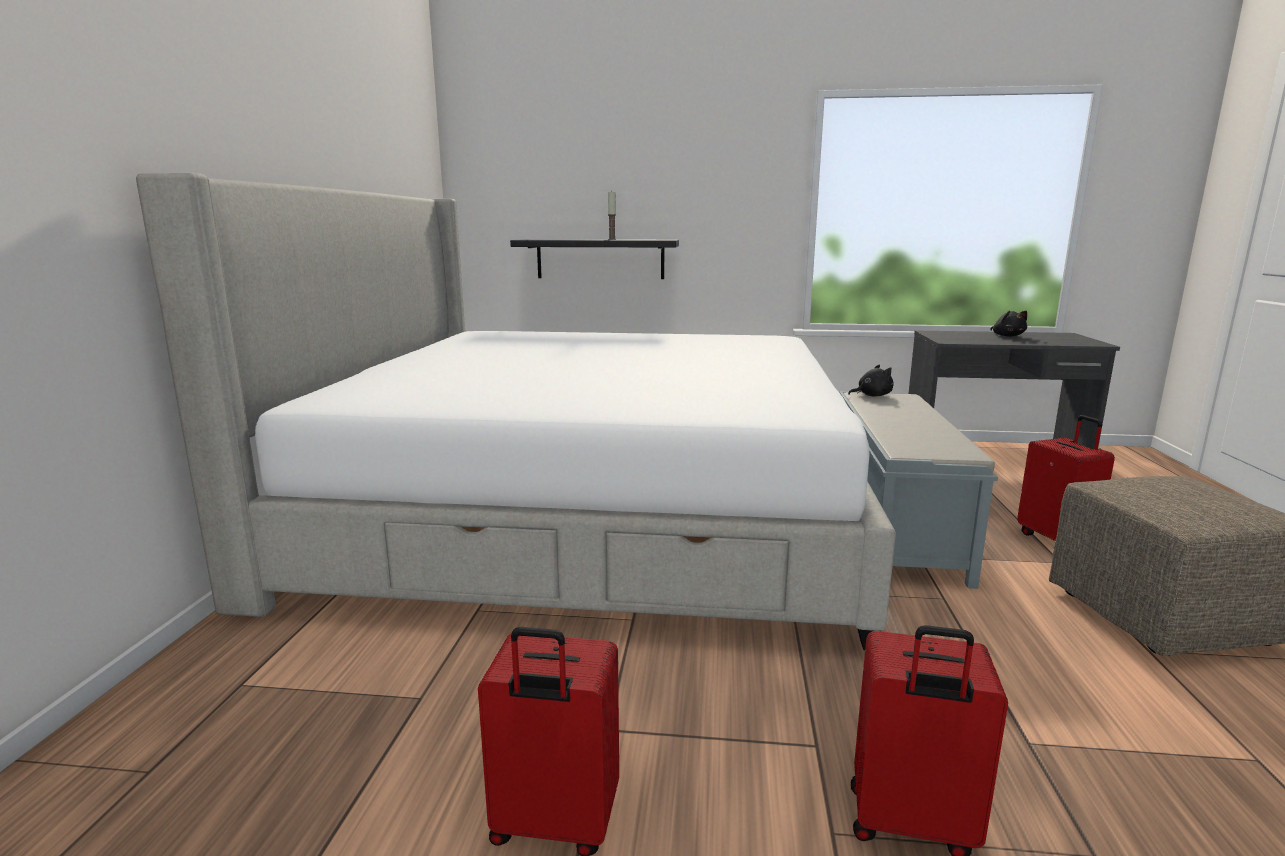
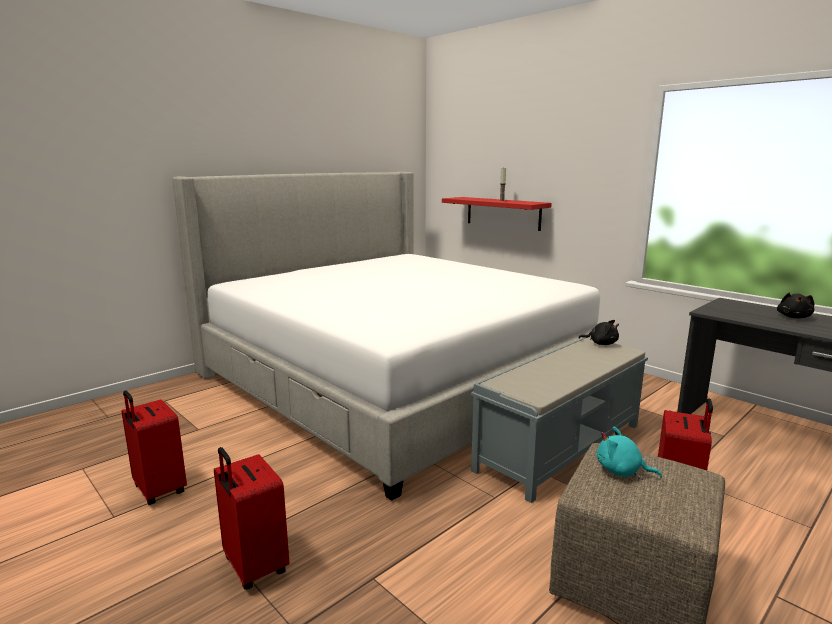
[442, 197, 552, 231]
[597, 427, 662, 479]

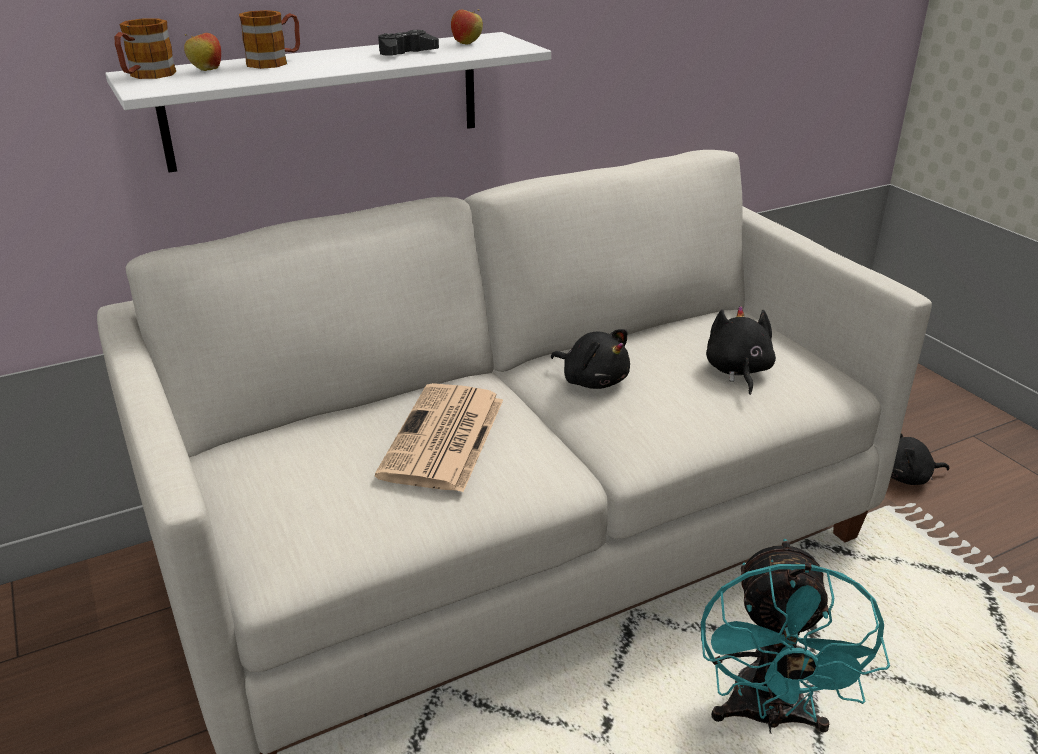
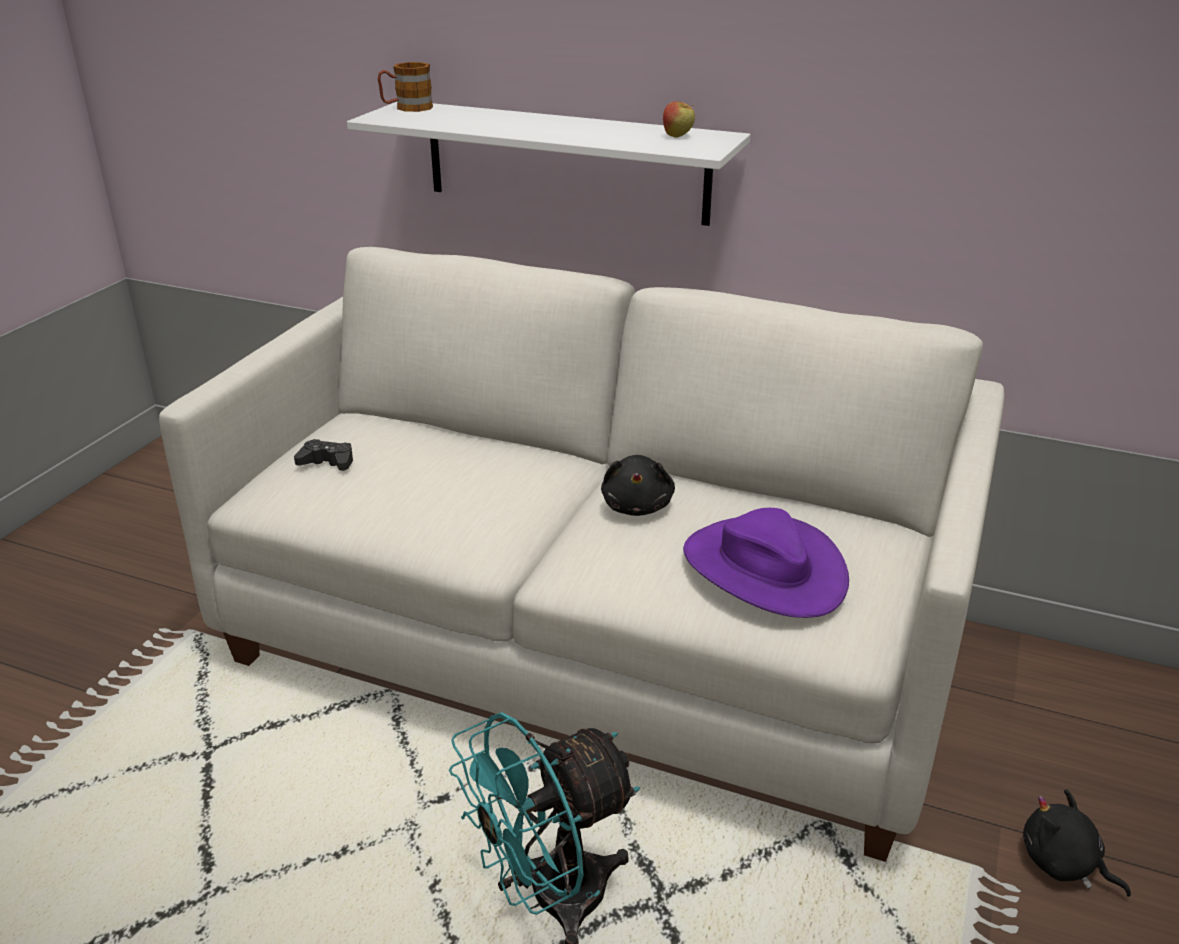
[184, 33, 221, 71] (first image)
[239, 10, 300, 69] (first image)
[375, 383, 503, 492] (first image)
[294, 439, 353, 471]
[683, 508, 849, 618]

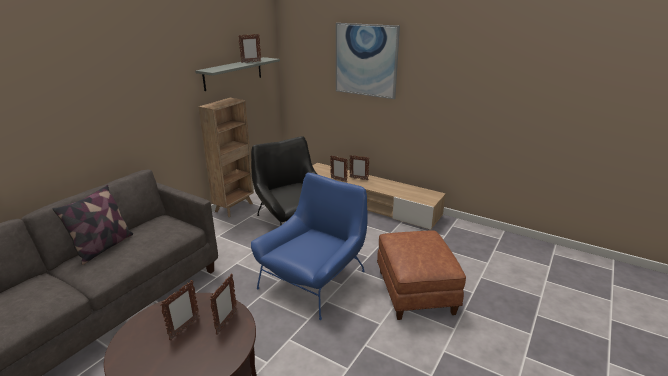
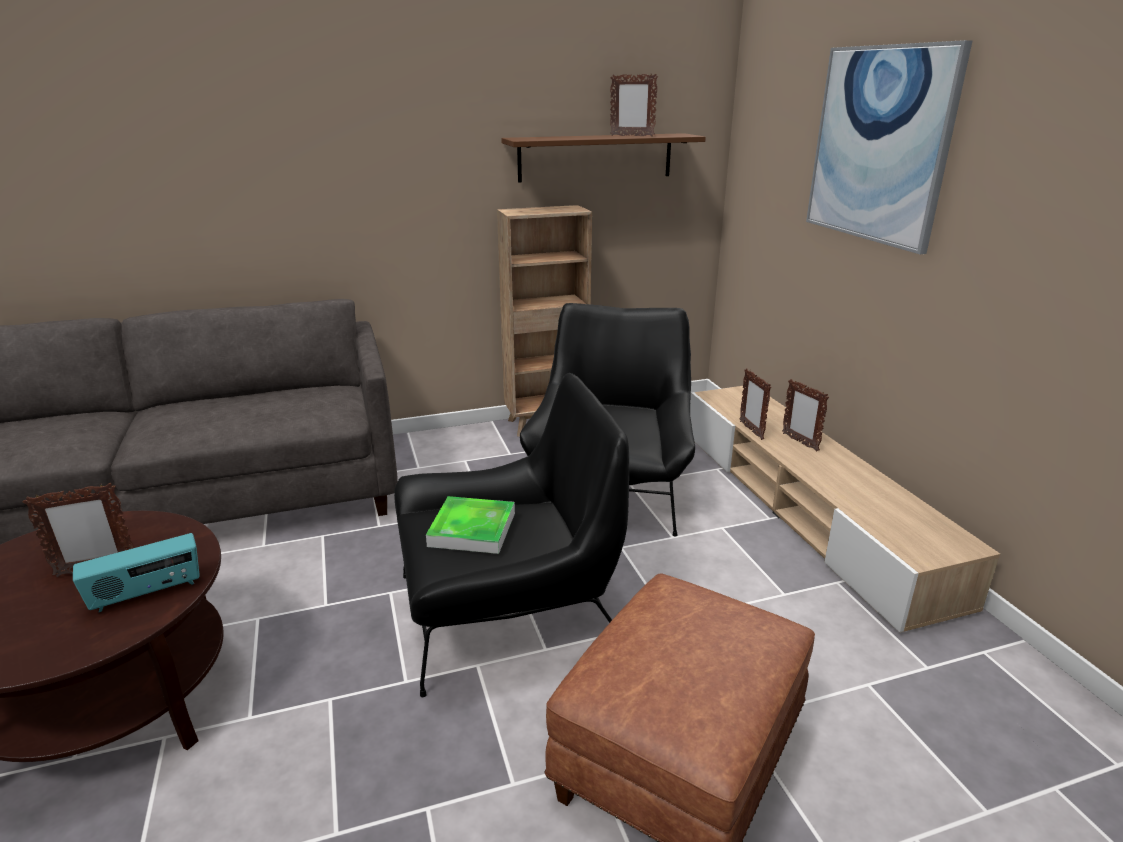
[53, 185, 133, 265] (first image)
[501, 133, 706, 183]
[73, 533, 200, 612]
[394, 373, 629, 697]
[426, 496, 515, 554]

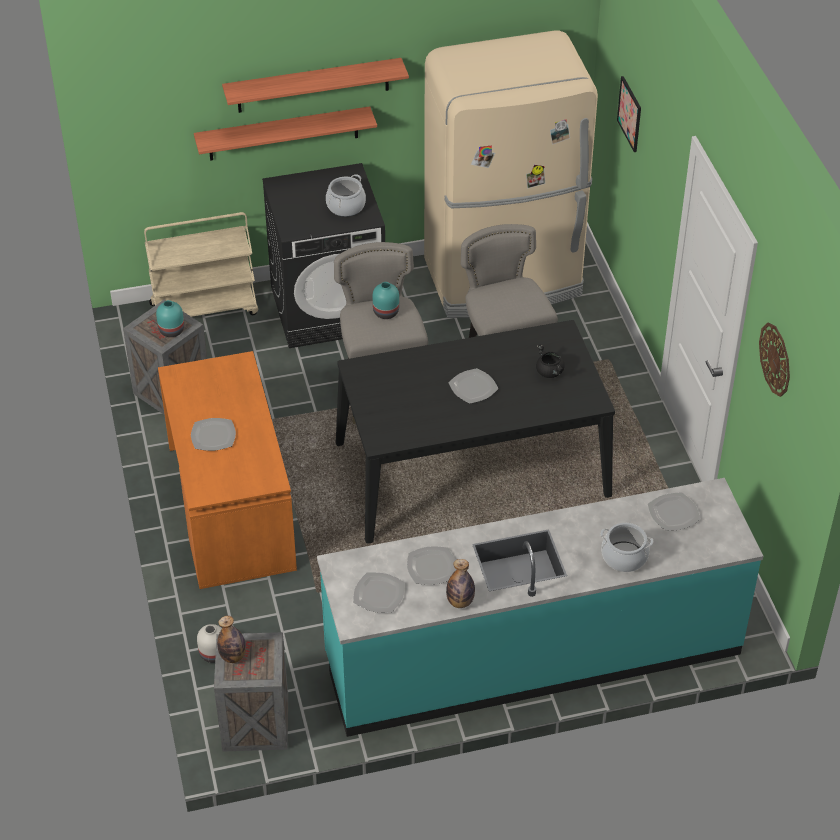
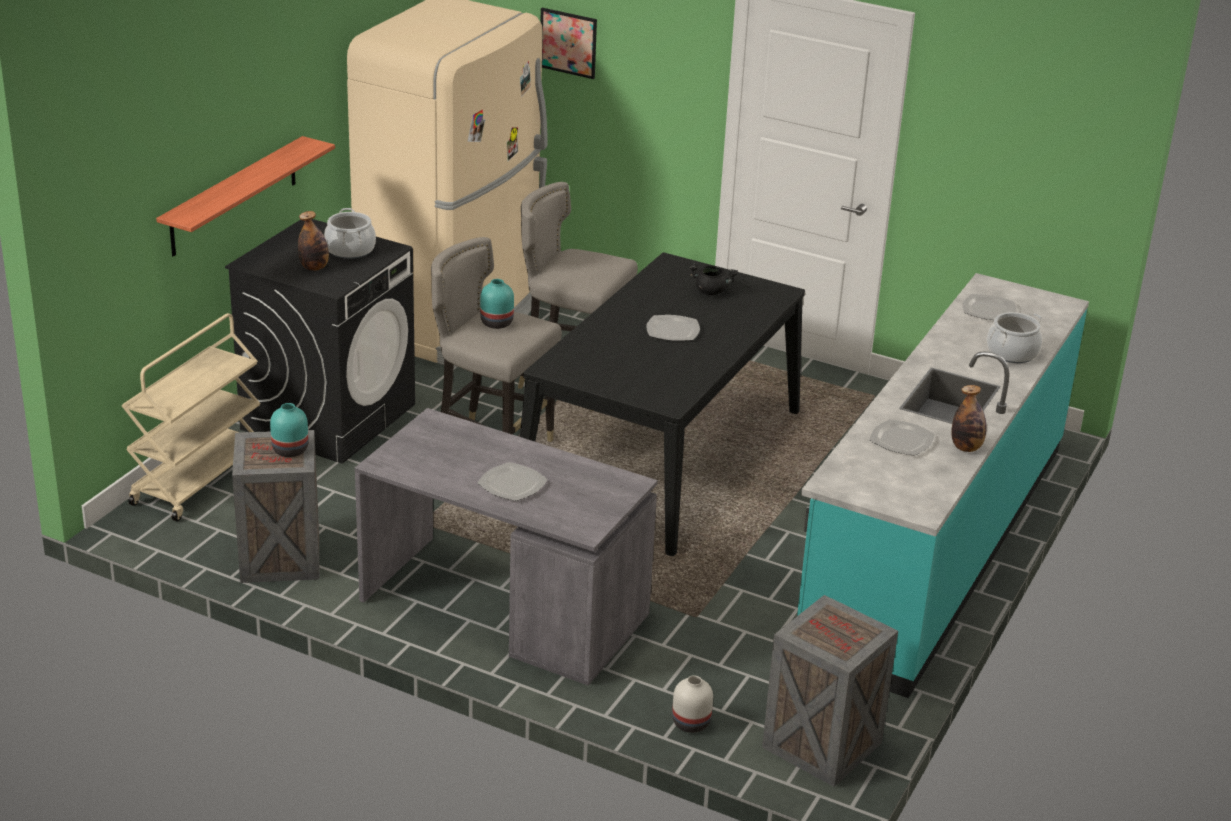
[355, 408, 658, 686]
[298, 211, 329, 271]
[222, 58, 409, 113] (first image)
[353, 573, 405, 613] (first image)
[759, 322, 790, 397] (first image)

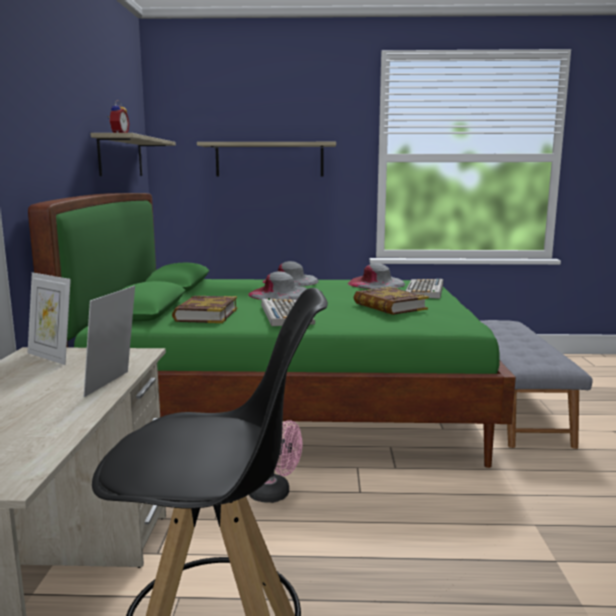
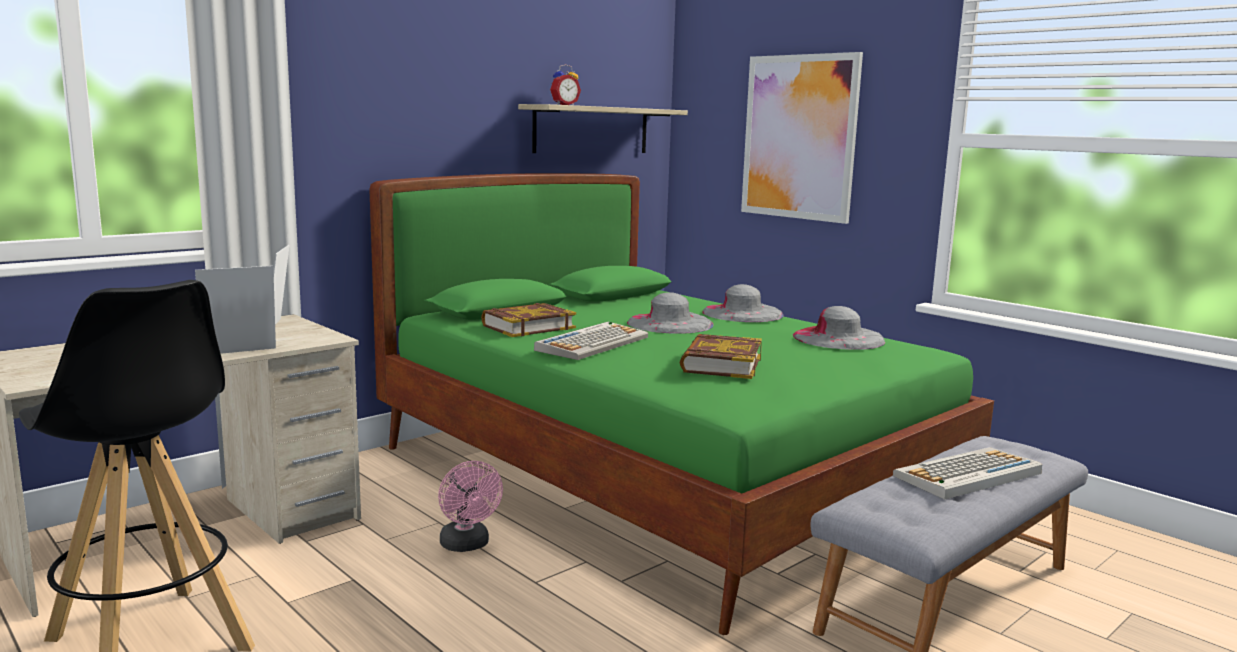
[741, 52, 863, 224]
[893, 447, 1042, 499]

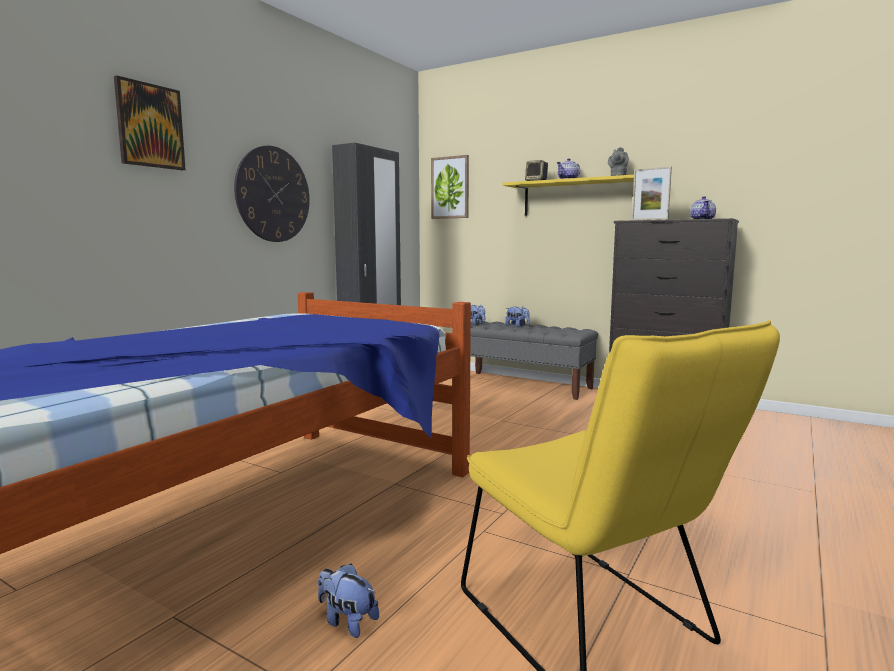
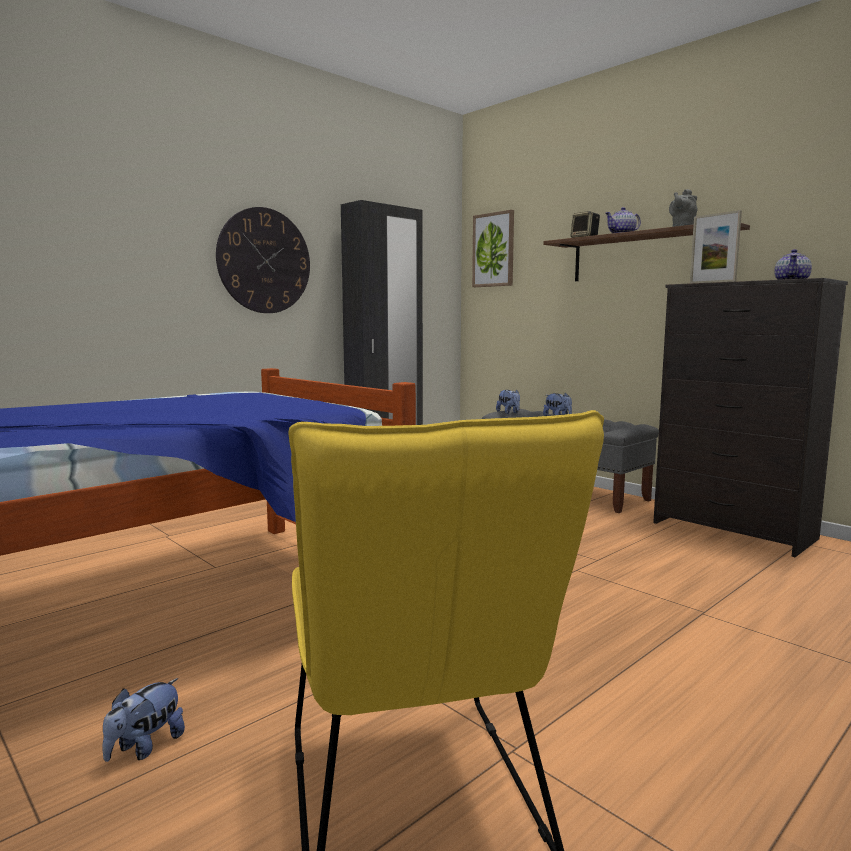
[114, 75, 186, 170] (first image)
[102, 678, 185, 762]
[543, 223, 750, 281]

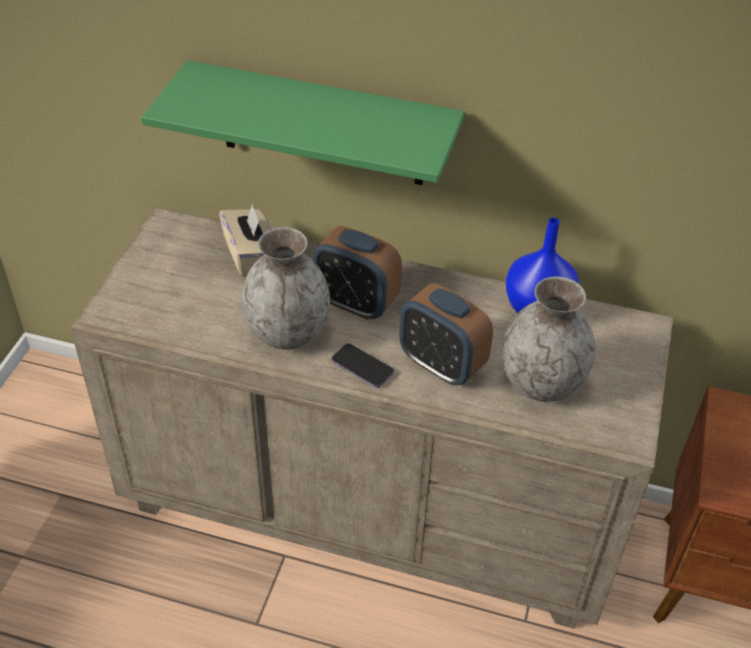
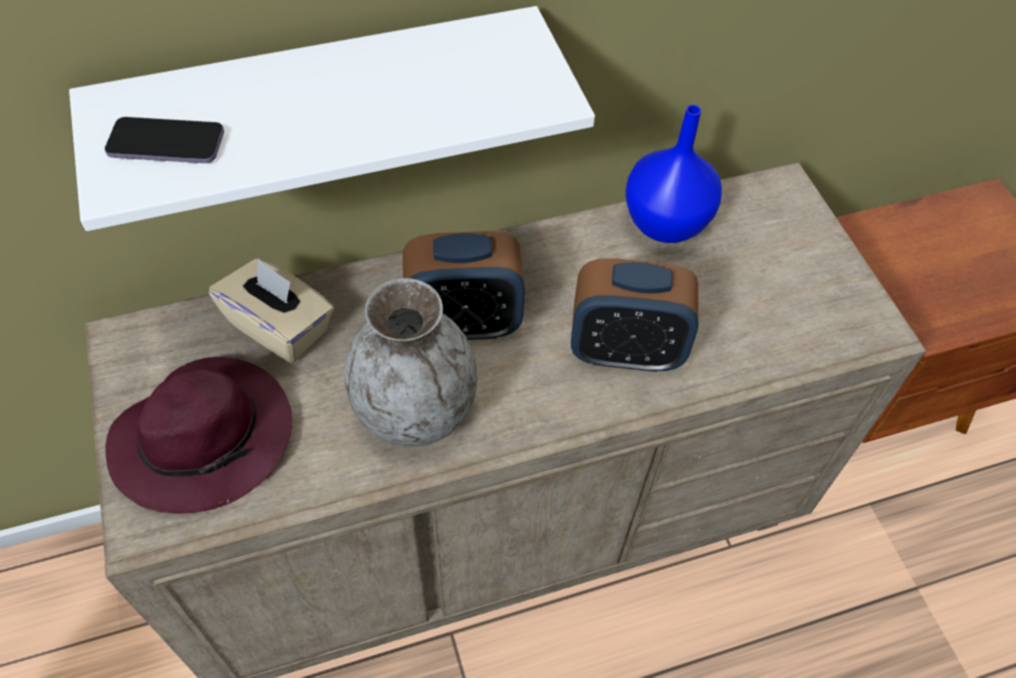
[69, 6, 595, 231]
[105, 117, 224, 163]
[502, 277, 595, 402] (first image)
[105, 357, 292, 513]

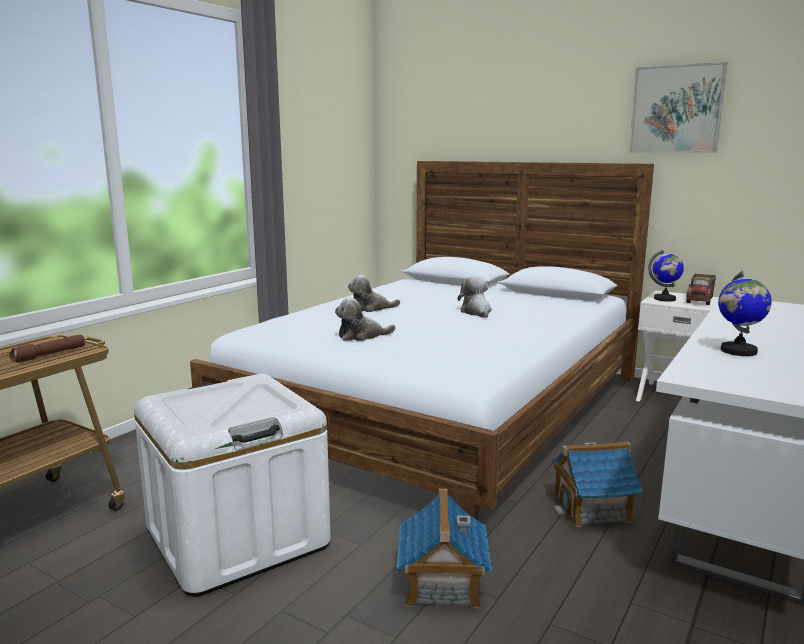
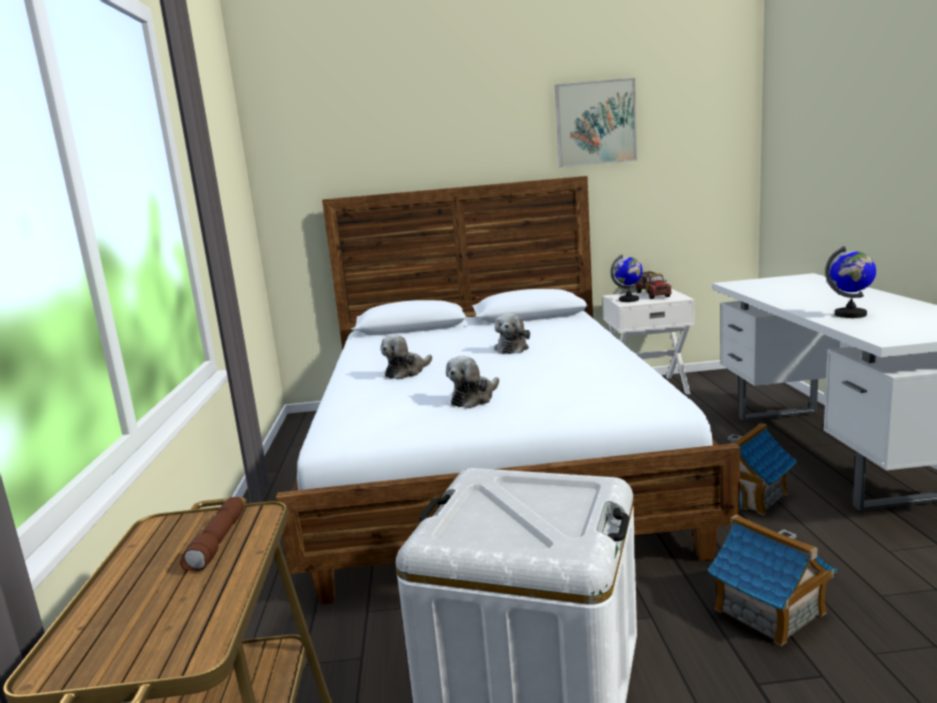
[494, 313, 530, 354]

